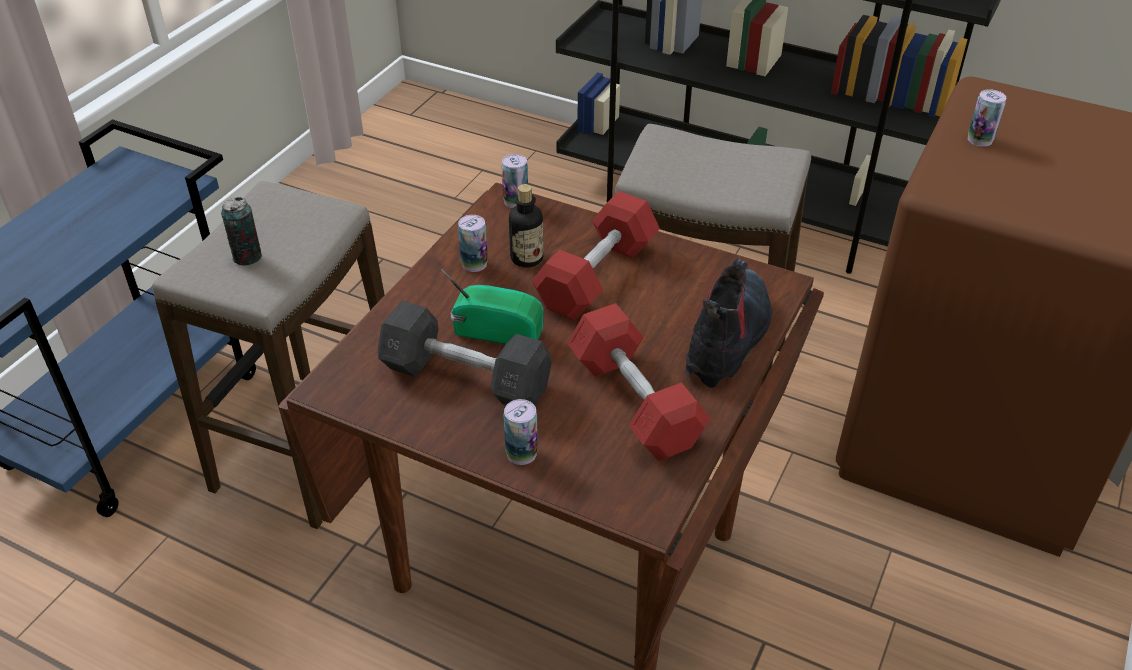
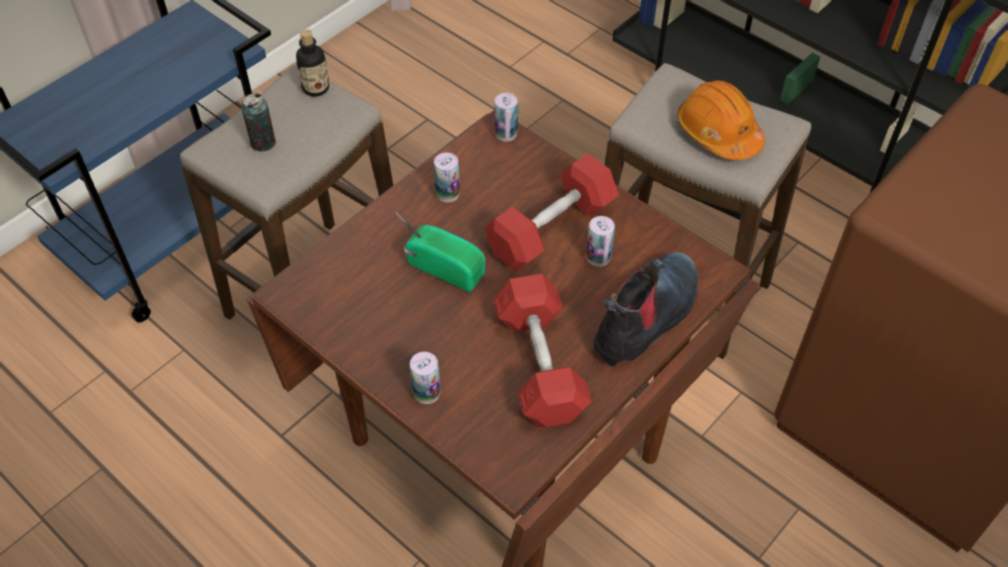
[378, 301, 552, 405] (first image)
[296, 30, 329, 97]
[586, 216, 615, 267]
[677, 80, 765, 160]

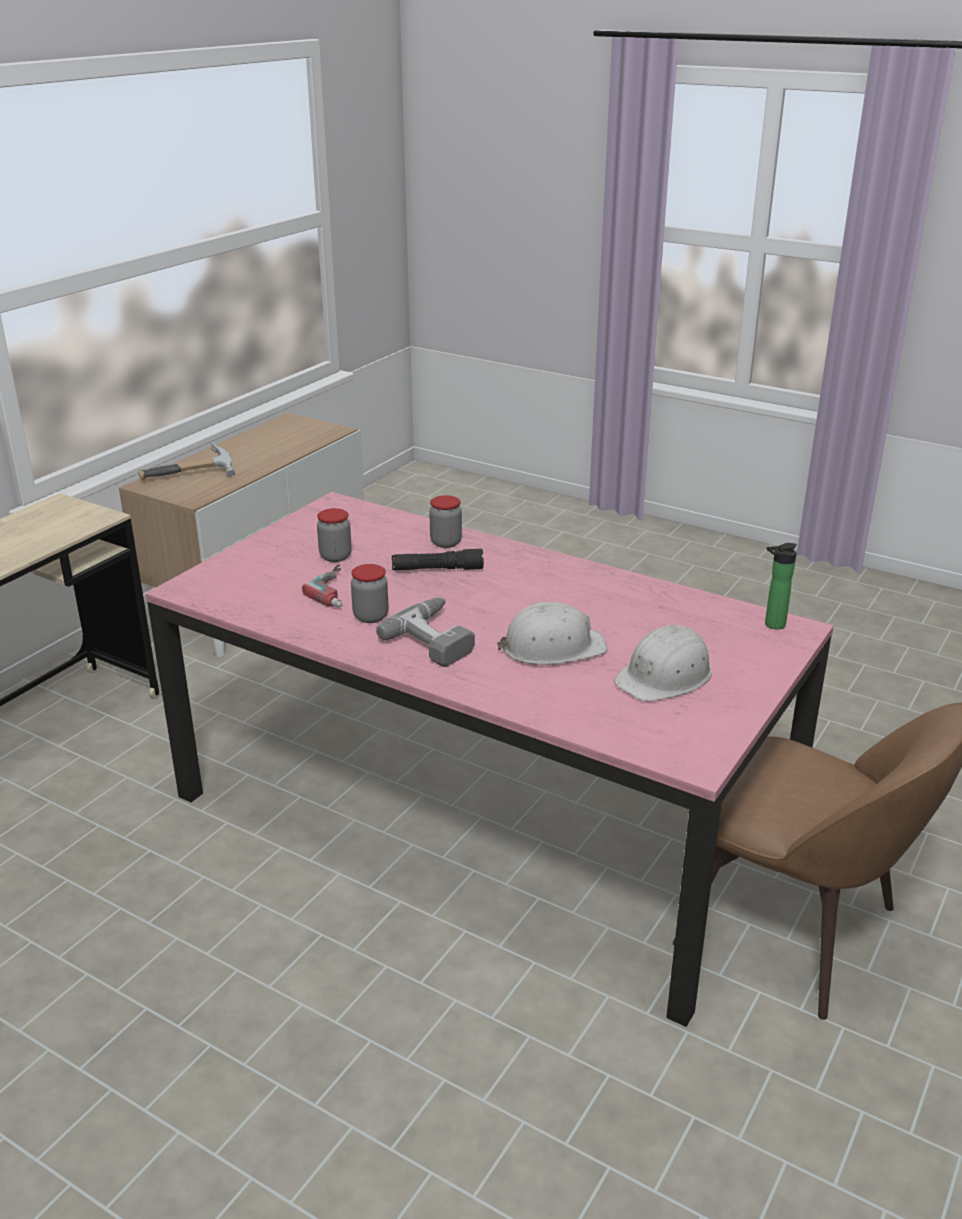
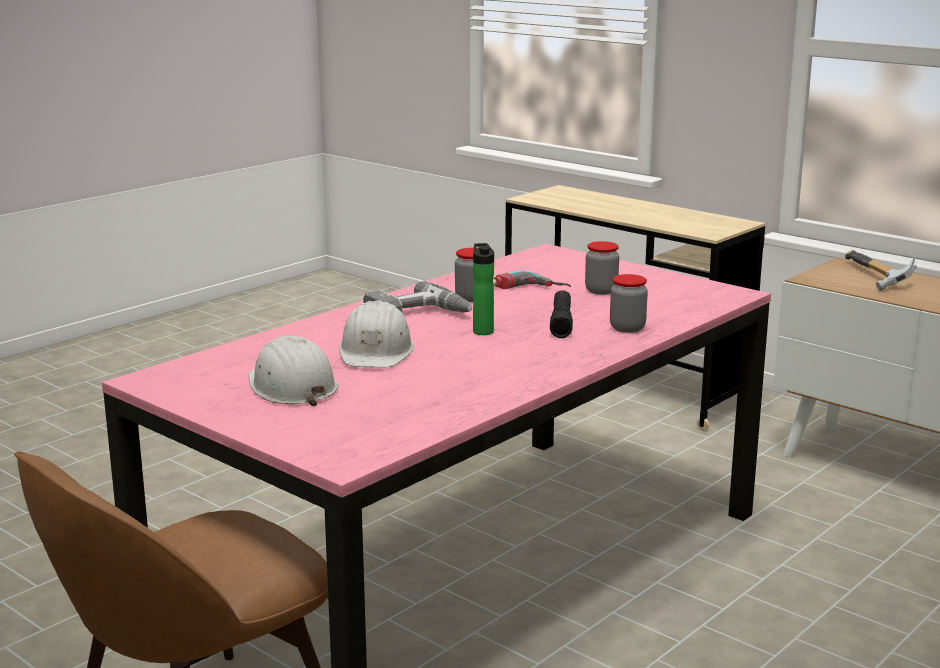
[473, 243, 494, 335]

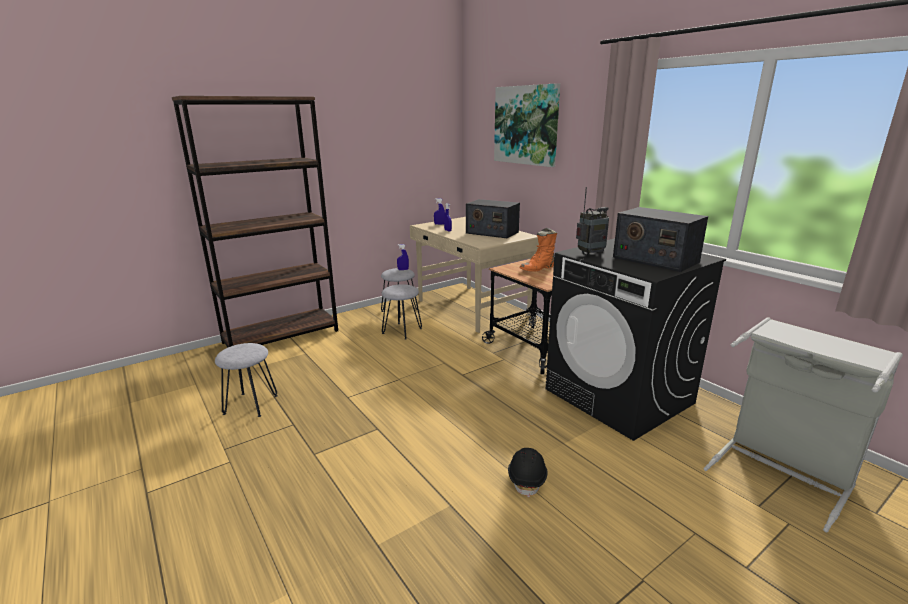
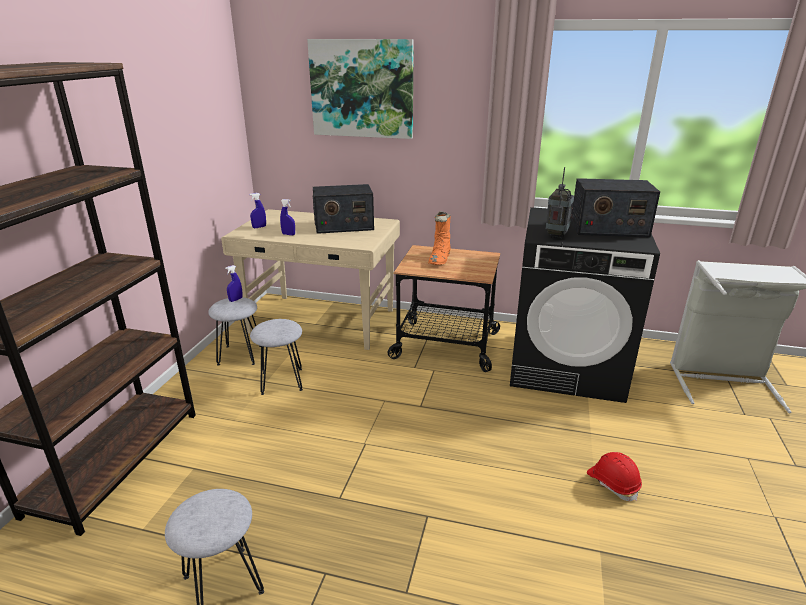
[587, 452, 642, 501]

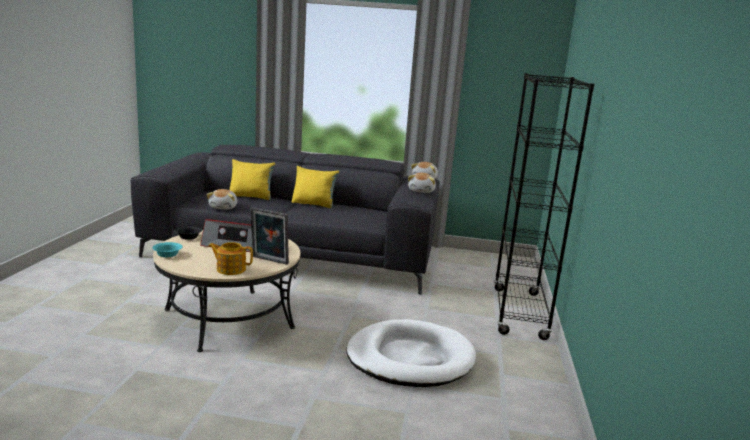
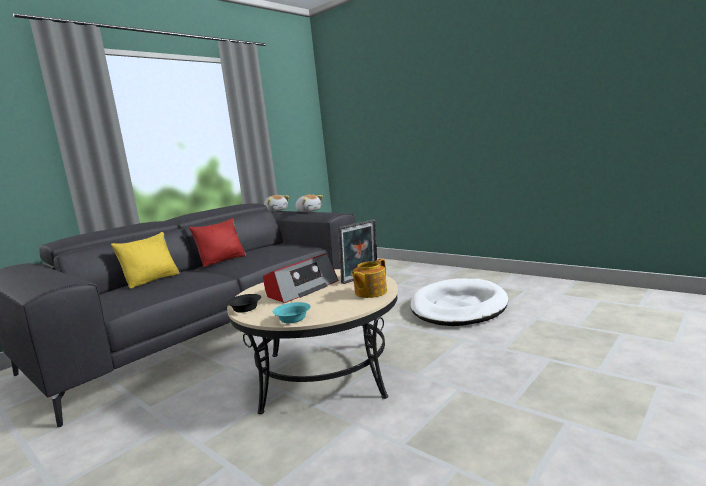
[206, 189, 237, 210] (first image)
[189, 218, 246, 267]
[494, 73, 595, 340] (first image)

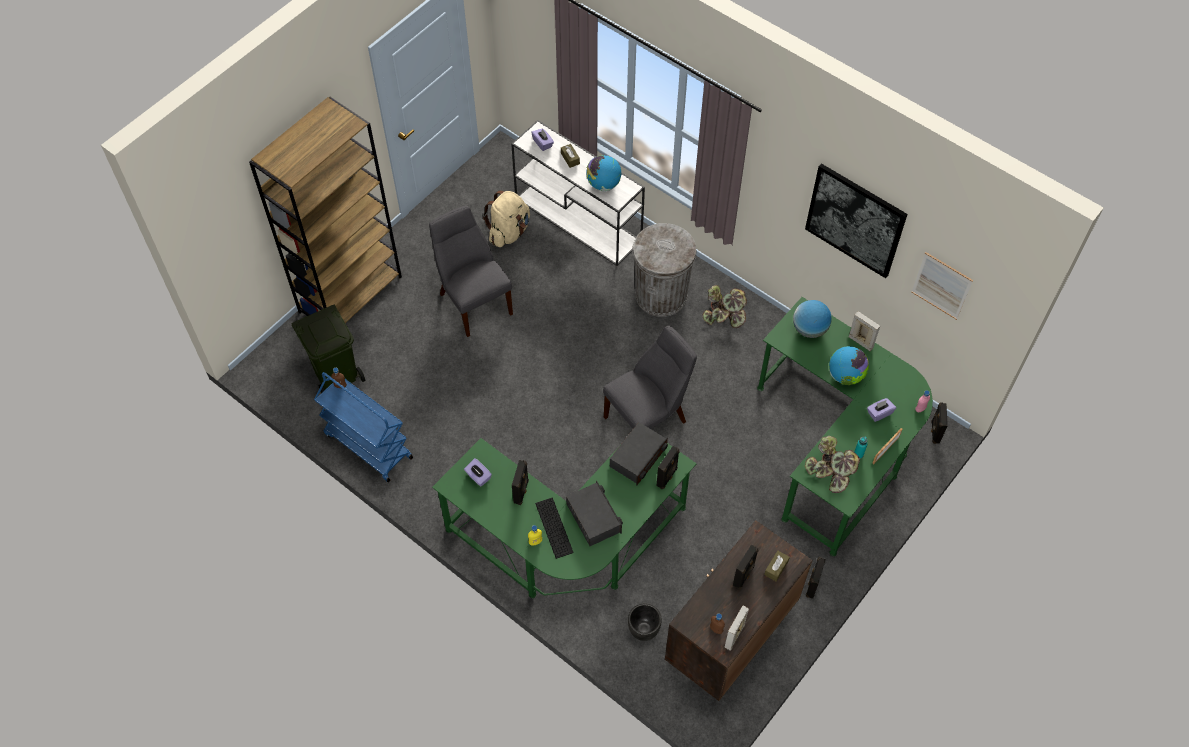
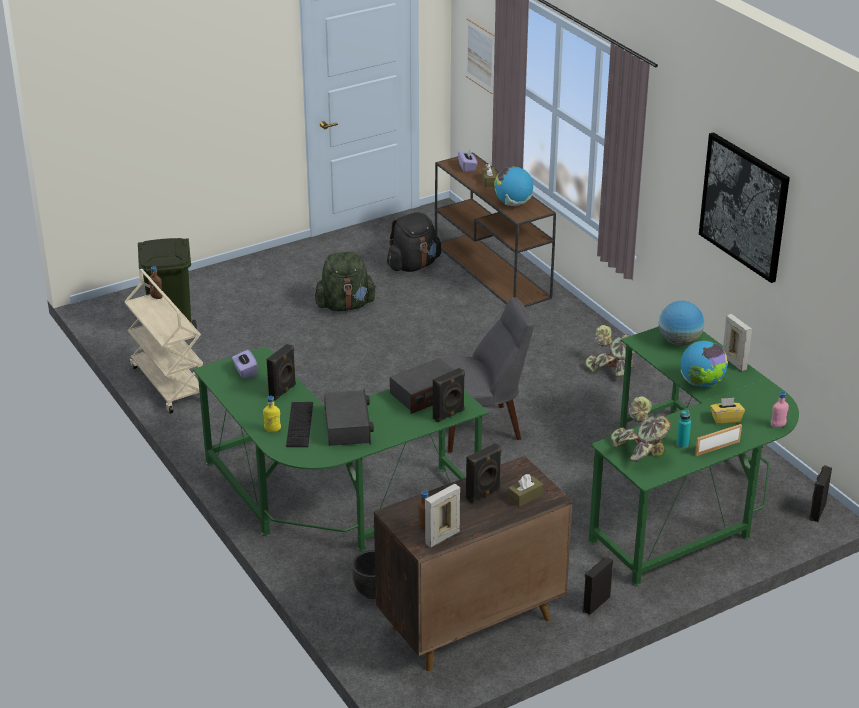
[249, 97, 402, 323] (first image)
[124, 269, 203, 414]
[315, 252, 377, 312]
[387, 212, 441, 272]
[435, 152, 556, 307]
[633, 223, 697, 317] (first image)
[710, 398, 745, 424]
[466, 18, 495, 94]

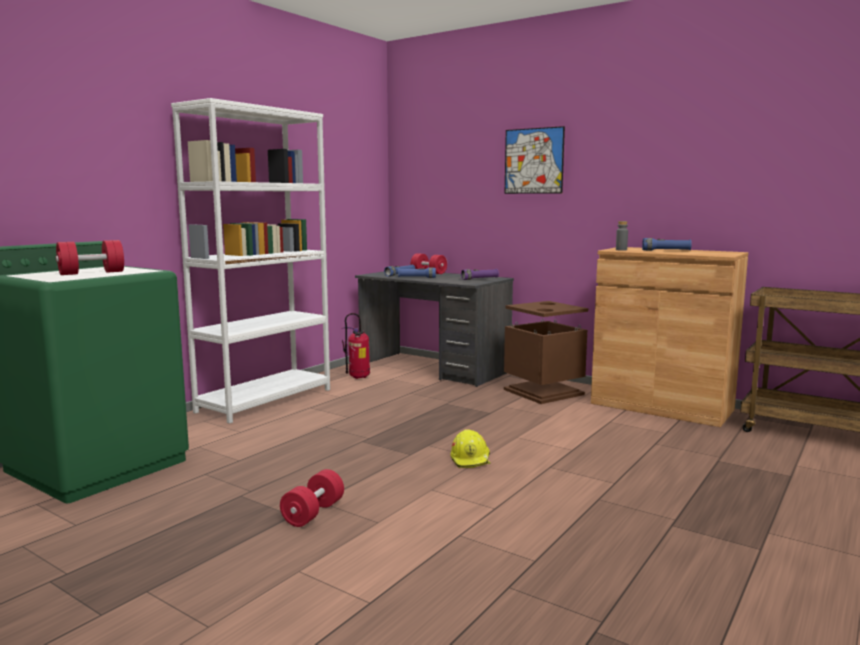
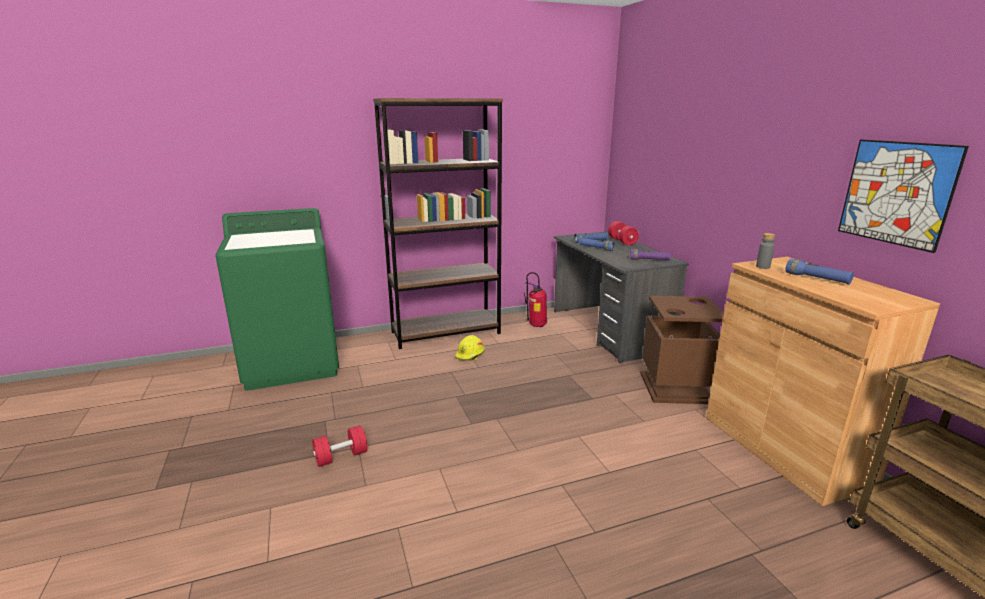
[56, 240, 124, 275] (first image)
[373, 98, 503, 349]
[455, 335, 485, 361]
[838, 139, 969, 253]

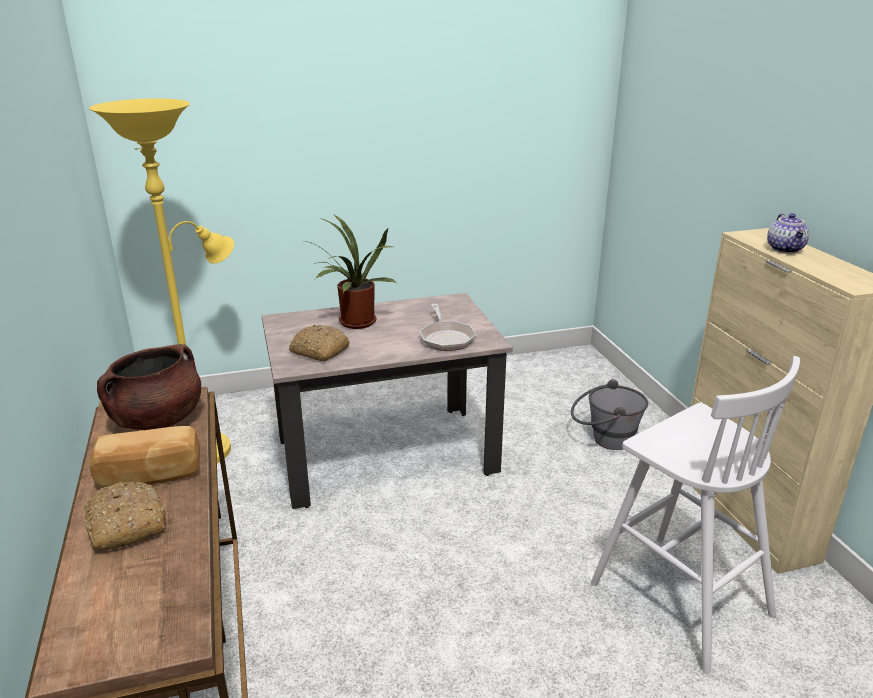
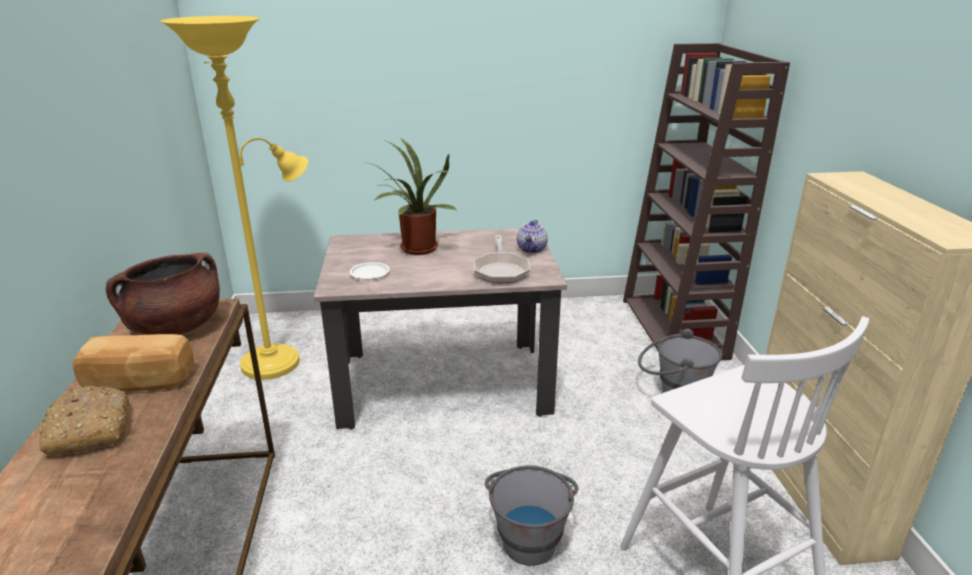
[350, 262, 390, 280]
[517, 220, 548, 253]
[485, 465, 578, 566]
[623, 43, 790, 360]

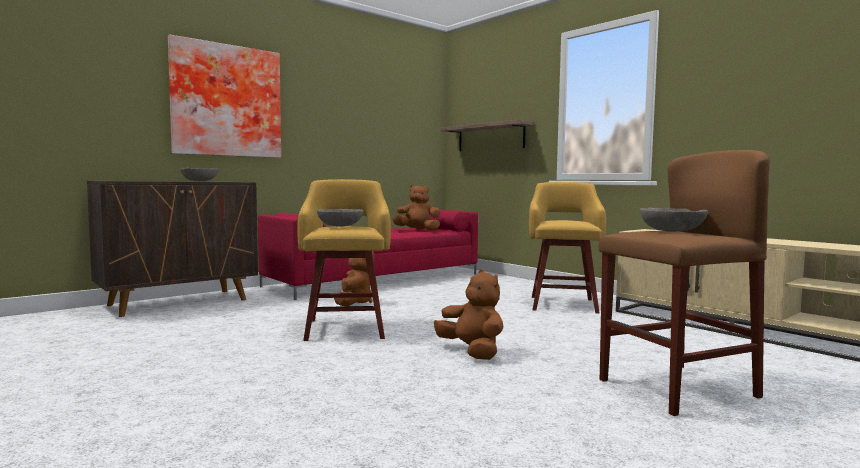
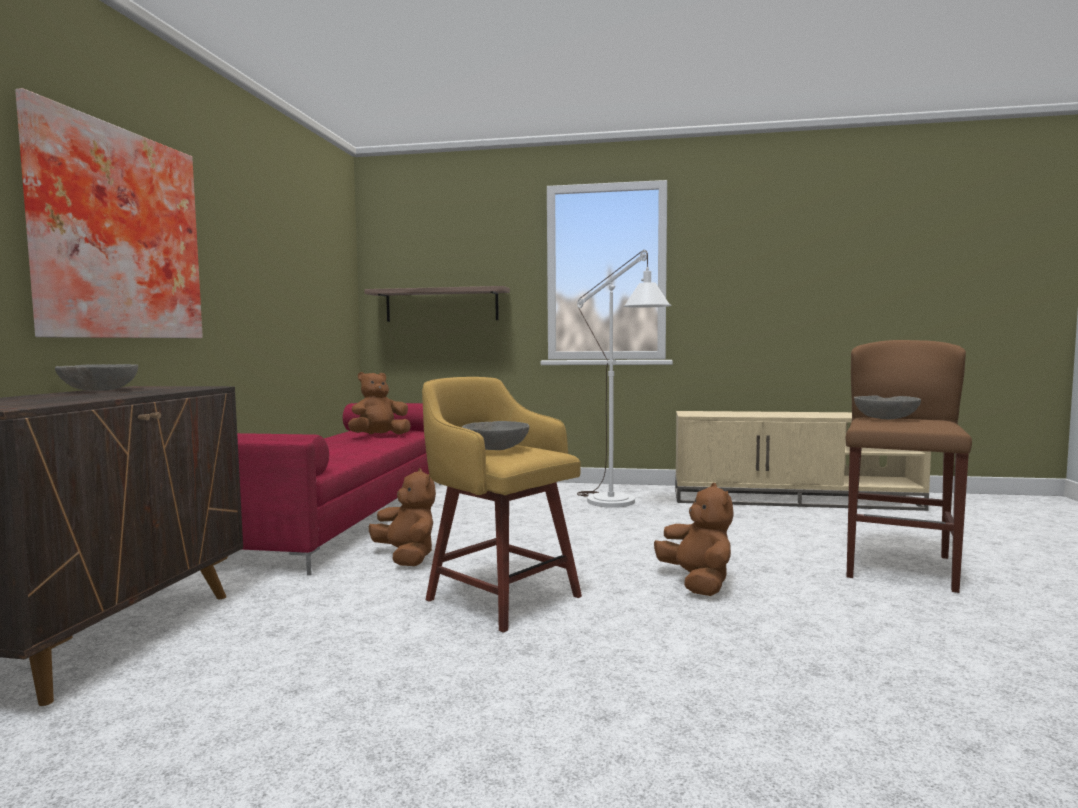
[654, 483, 734, 596]
[577, 250, 672, 508]

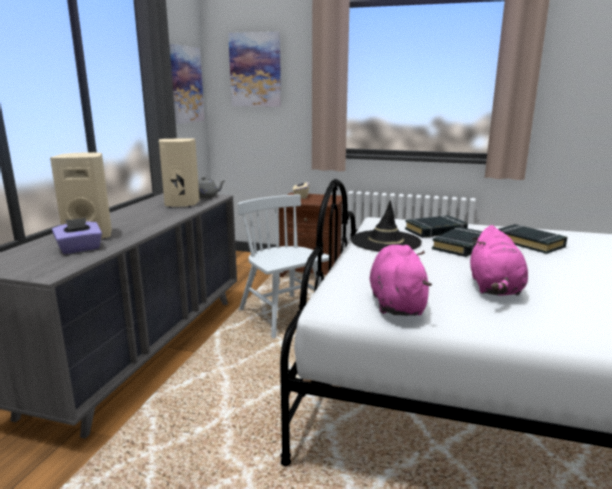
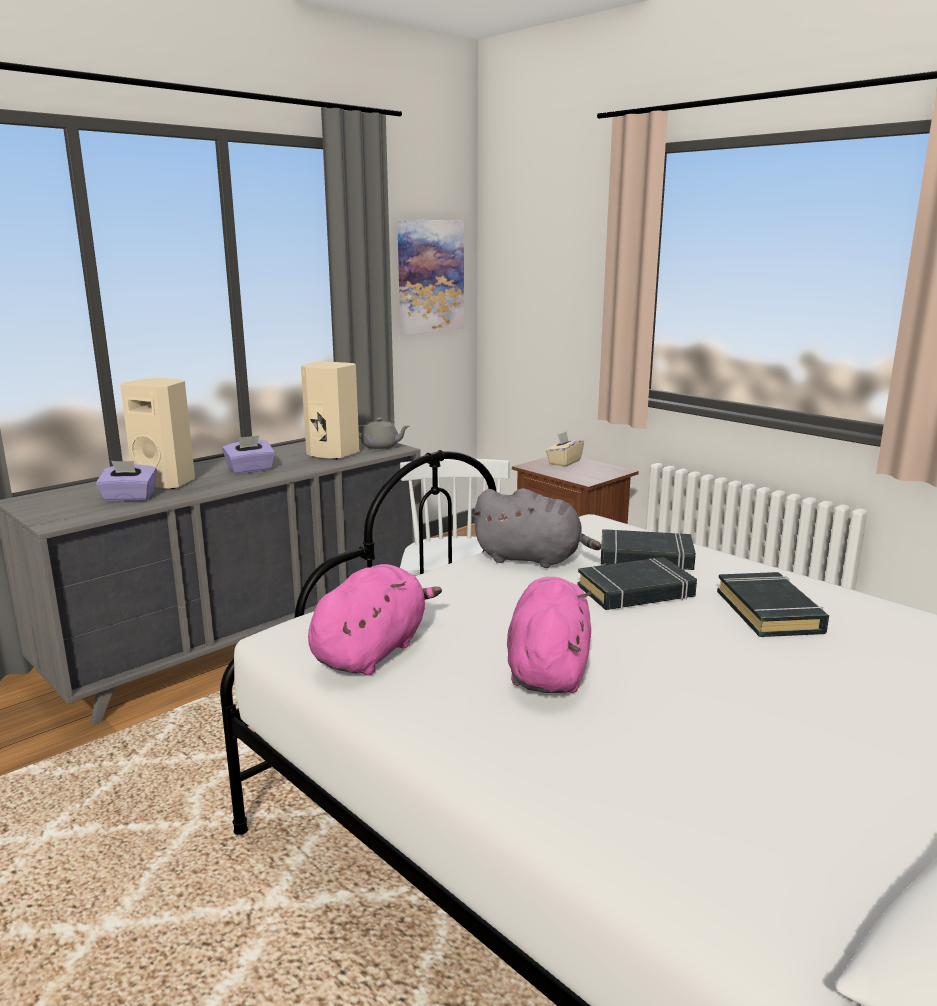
[228, 32, 281, 107] (first image)
[471, 488, 601, 568]
[507, 577, 592, 694]
[222, 435, 275, 474]

